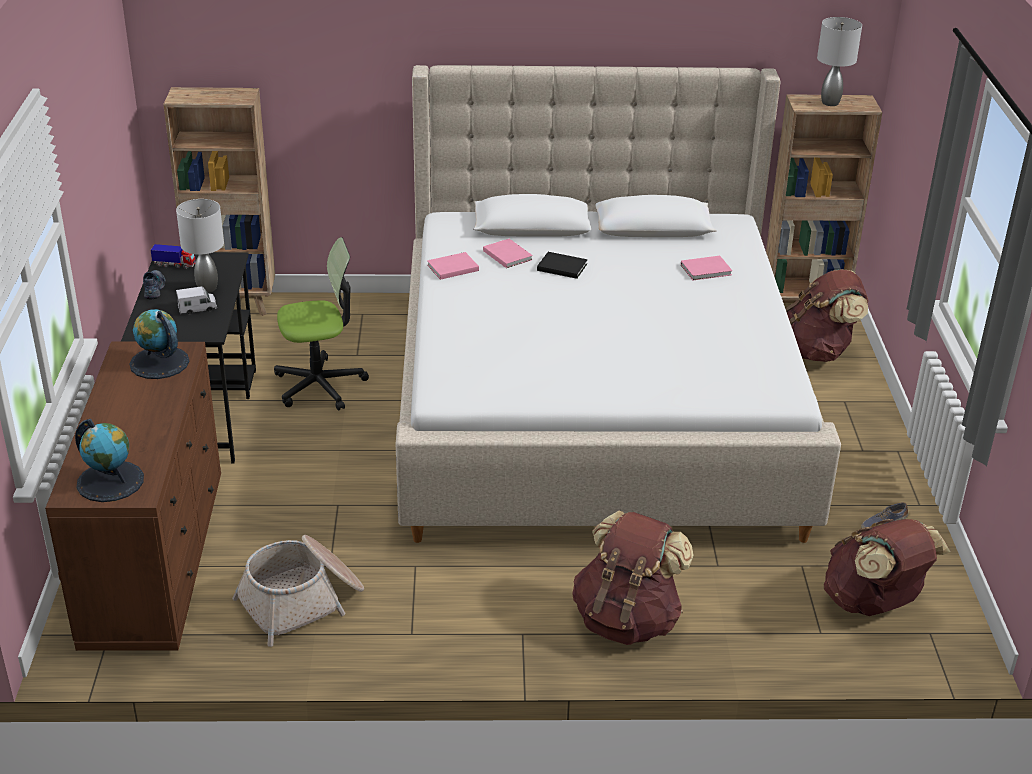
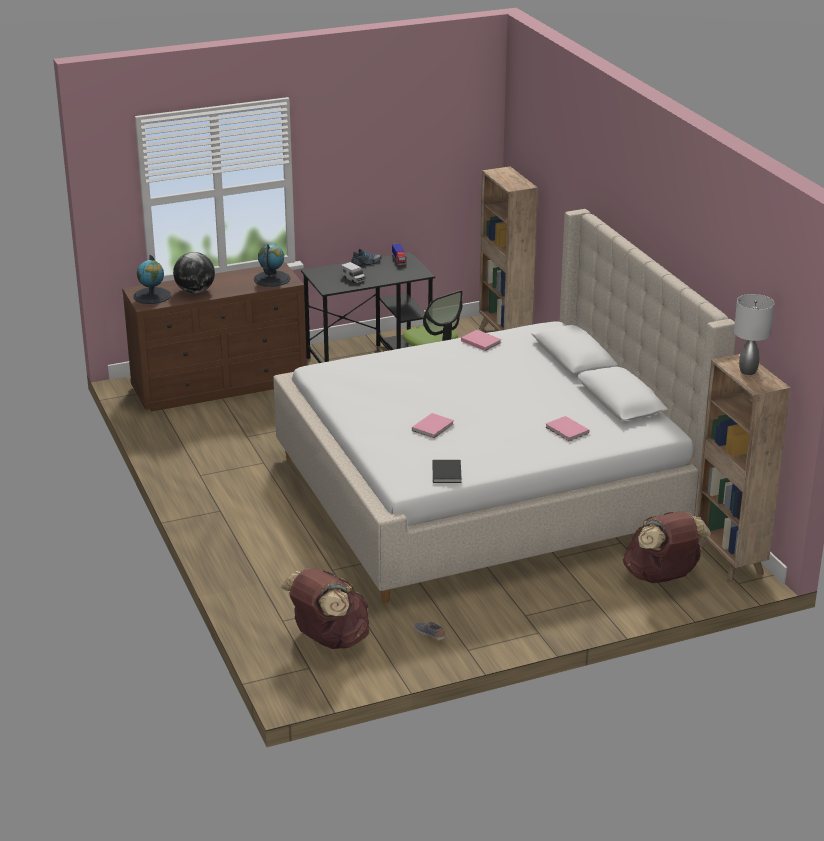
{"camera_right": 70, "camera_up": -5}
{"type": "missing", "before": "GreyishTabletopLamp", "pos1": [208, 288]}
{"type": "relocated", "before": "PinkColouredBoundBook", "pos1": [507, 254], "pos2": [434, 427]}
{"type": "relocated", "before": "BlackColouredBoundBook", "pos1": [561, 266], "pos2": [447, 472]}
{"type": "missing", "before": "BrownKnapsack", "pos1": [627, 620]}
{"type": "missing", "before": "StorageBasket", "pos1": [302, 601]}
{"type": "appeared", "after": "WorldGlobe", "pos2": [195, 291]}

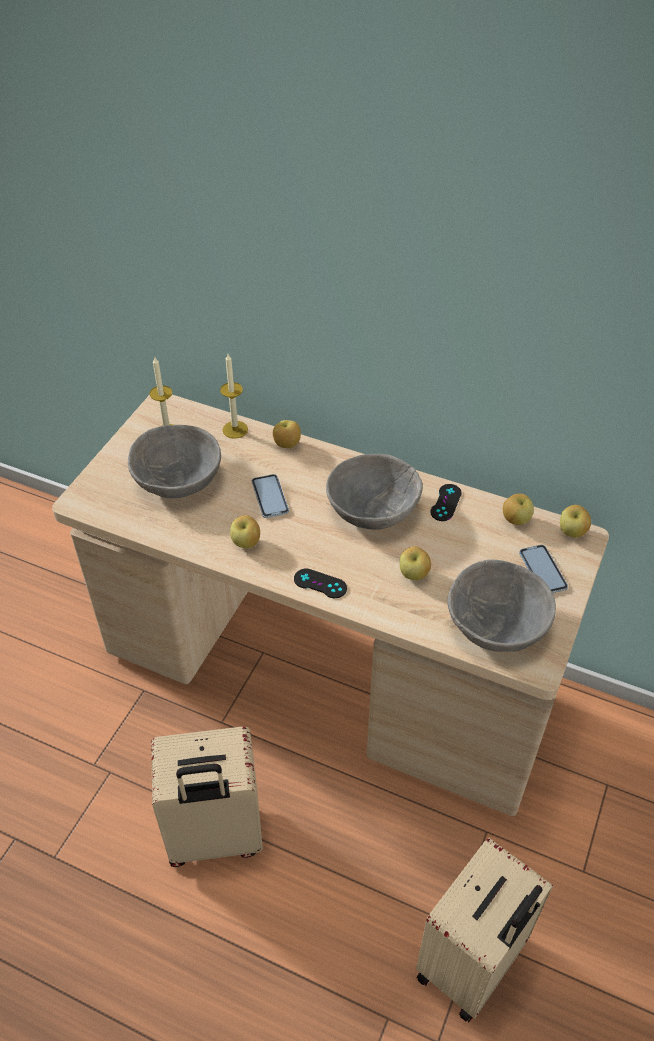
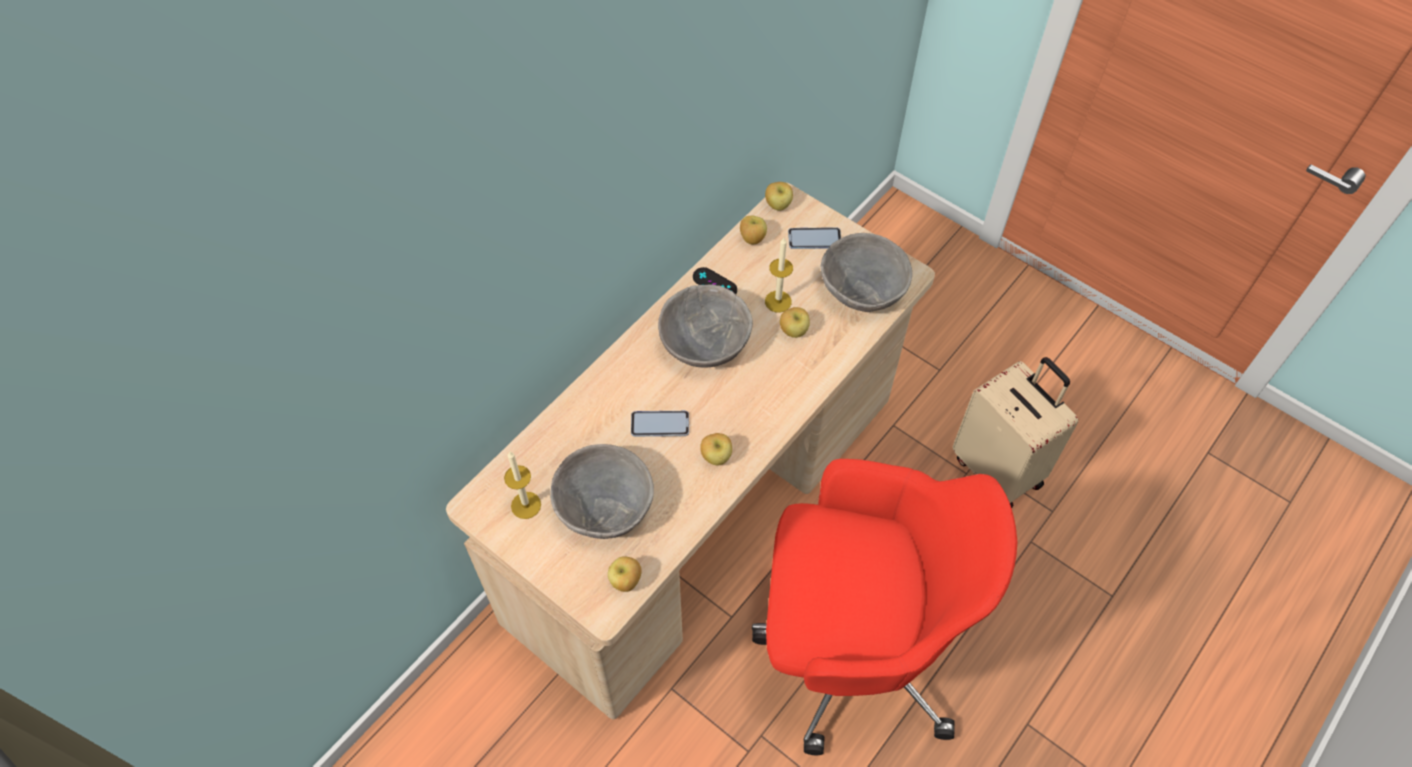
{"camera_right": -75, "camera_up": 10}
{"type": "relocated", "before": "WaxLight", "pos1": [235, 429], "pos2": [778, 301]}
{"type": "relocated", "before": "Apple", "pos1": [287, 445], "pos2": [626, 581]}
{"type": "missing", "before": "BlackColouredJoypad", "pos1": [320, 583]}
{"type": "exchanged", "before": "BeigePieceOfLuggage", "after": "RedComputerChair", "pos1": [214, 837], "pos2": [853, 645]}

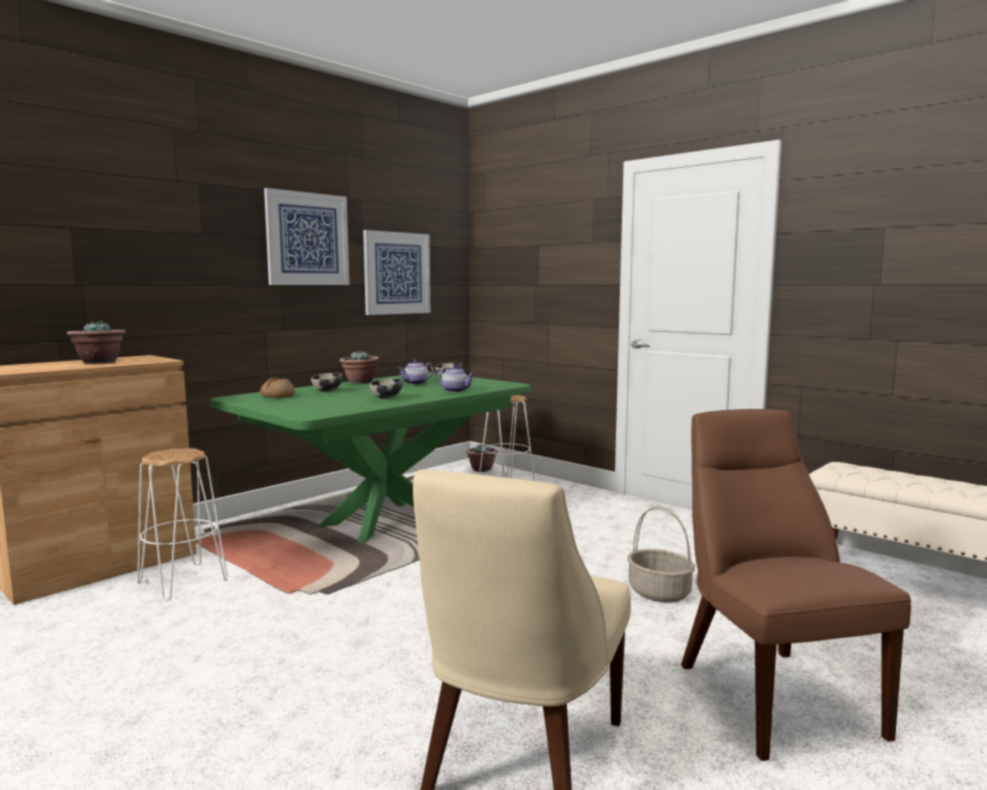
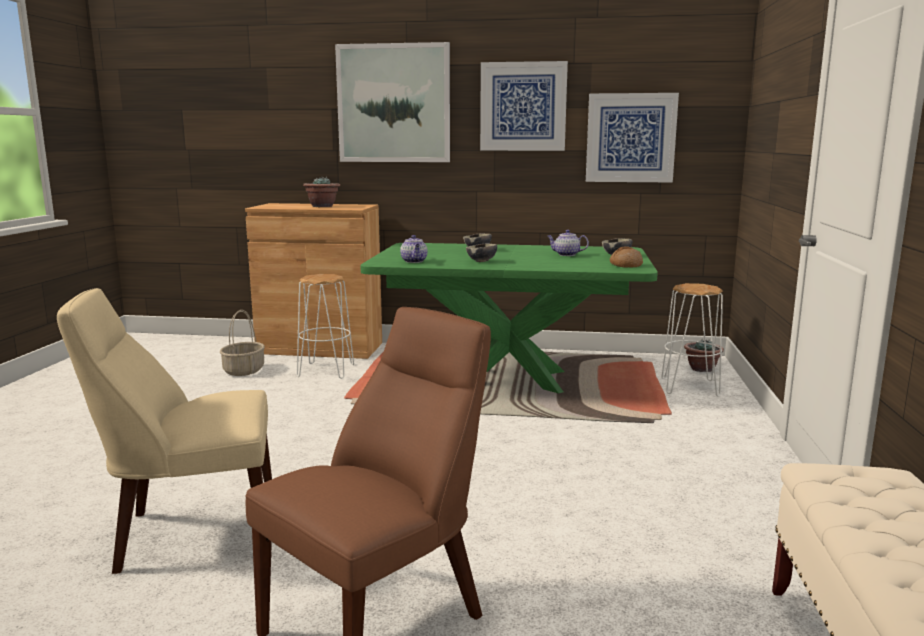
{"camera_right": 55, "camera_up": 5}
{"type": "missing", "before": "PottedPlant", "pos1": [360, 382]}
{"type": "relocated", "before": "PotForTea", "pos1": [455, 391], "pos2": [414, 261]}
{"type": "relocated", "before": "BakeryBread", "pos1": [277, 396], "pos2": [625, 265]}
{"type": "relocated", "before": "StorageBasket", "pos1": [660, 592], "pos2": [244, 371]}
{"type": "appeared", "after": "Picture", "pos2": [393, 103]}

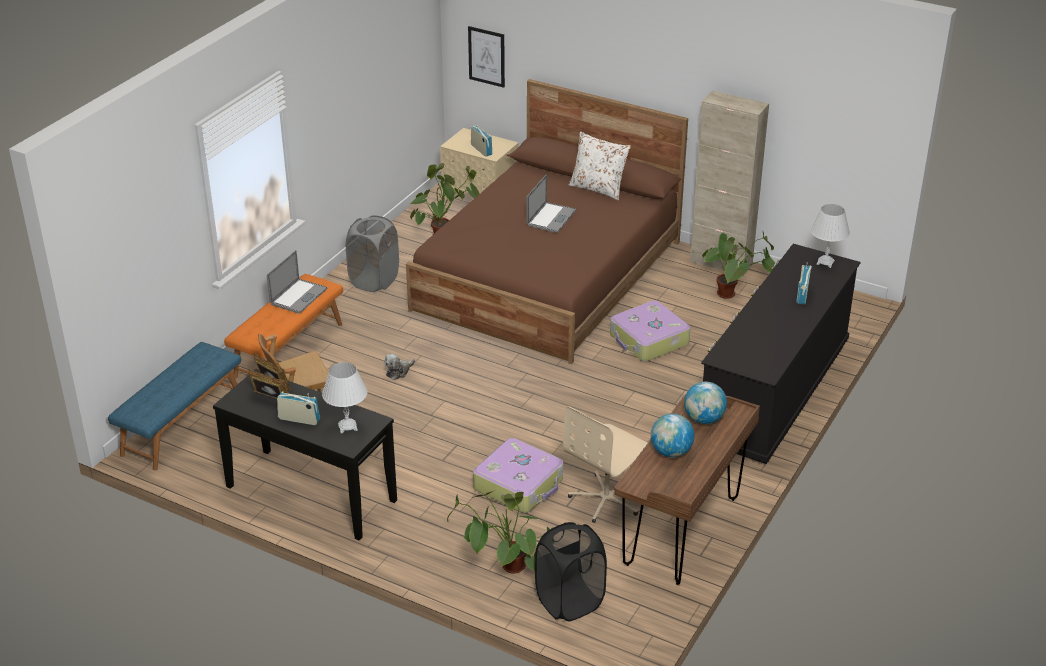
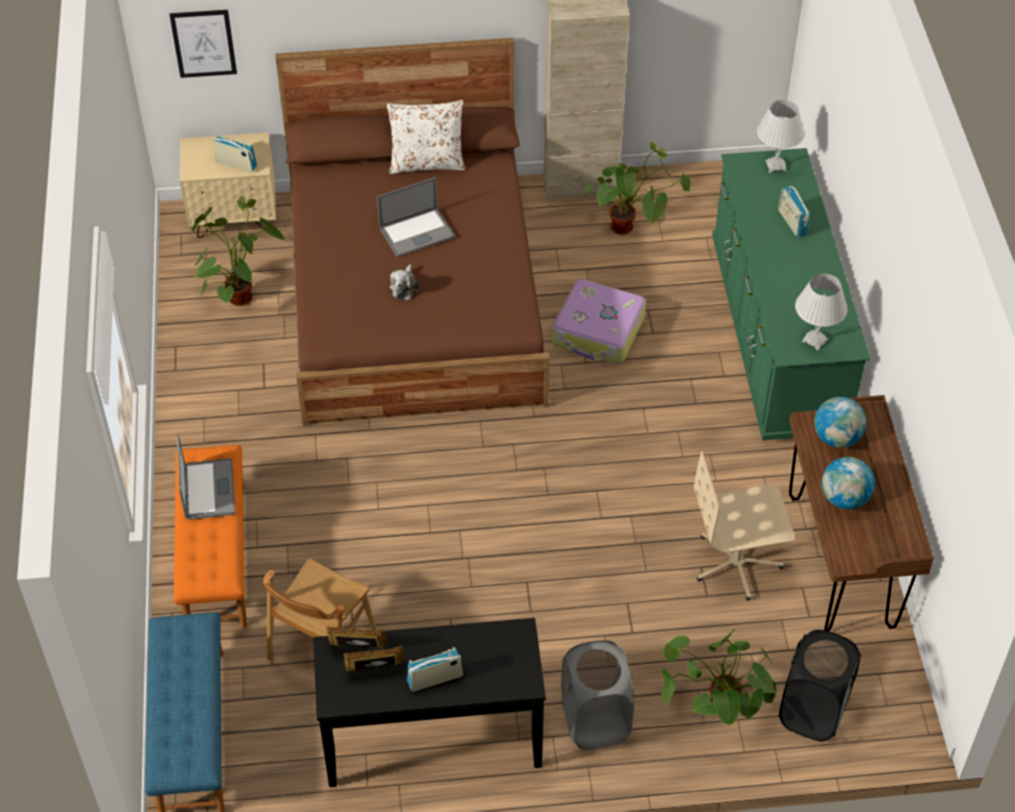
{"camera_right": -35, "camera_up": 15}
{"type": "spun", "before": "Laptop", "pos1": [551, 218], "pos2": [417, 233], "turn": 75}
{"type": "relocated", "before": "GreyishWashingBasket", "pos1": [374, 280], "pos2": [595, 721]}
{"type": "colour", "before": "BlackColouredDrawerChest", "after": "GreenDrawerChest", "pos1": [774, 392], "pos2": [777, 336]}
{"type": "relocated", "before": "SoftToy", "pos1": [398, 372], "pos2": [404, 287]}
{"type": "relocated", "before": "WhiteColouredTabletopLamp", "pos1": [347, 427], "pos2": [814, 340]}
{"type": "spun", "before": "BeigeComputerChair", "pos1": [607, 499], "pos2": [737, 563], "turn": 75}
{"type": "missing", "before": "PieceOfLuggage", "pos1": [519, 485]}

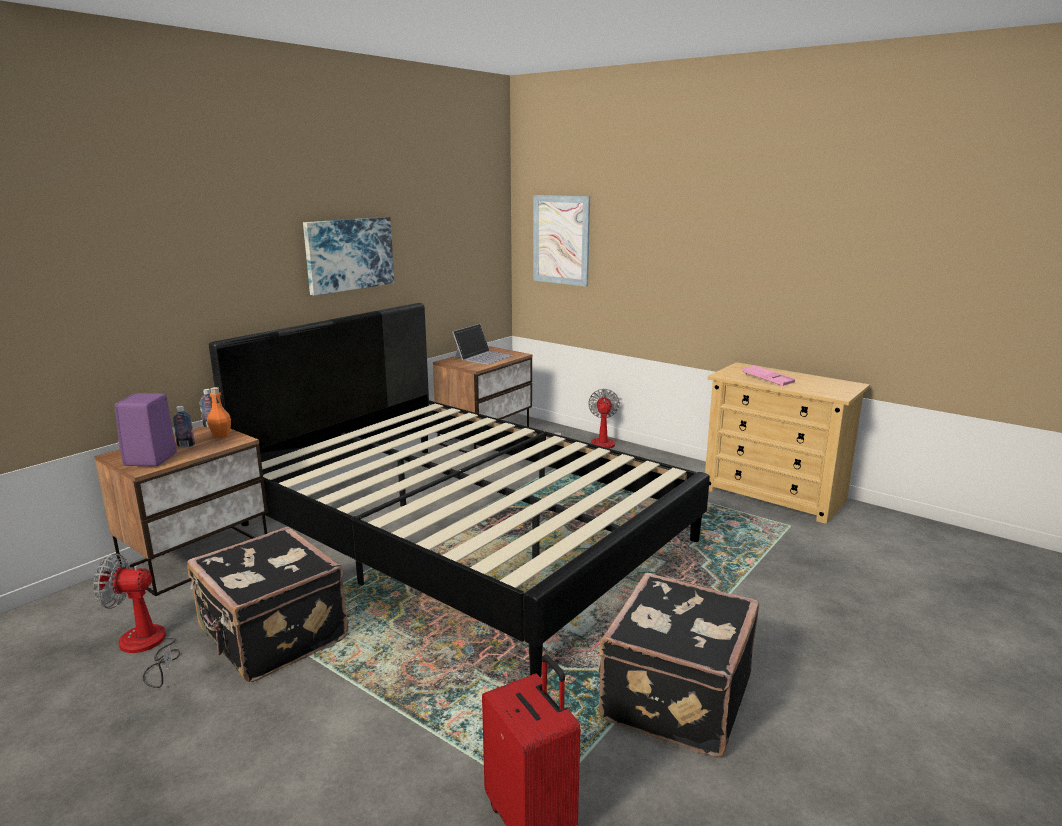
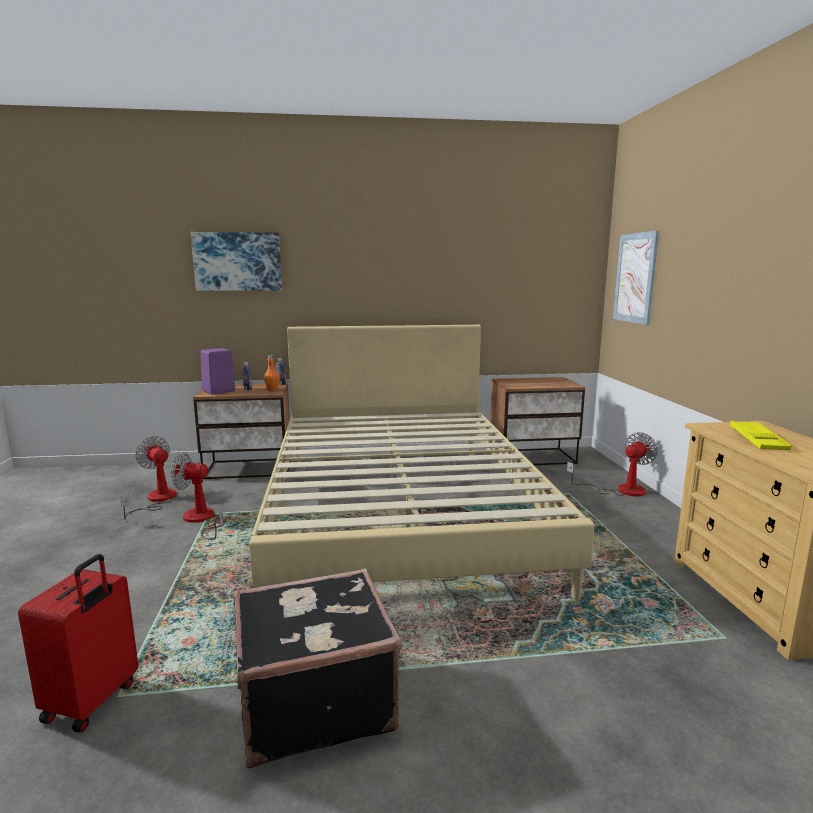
{"camera_right": 45, "camera_up": -5}
{"type": "relocated", "before": "Picture", "pos1": [349, 254], "pos2": [238, 261]}
{"type": "colour", "before": "BlackColouredBedroomBed", "after": "BeigeBedroomBed", "pos1": [464, 531], "pos2": [401, 510]}
{"type": "missing", "before": "Laptop", "pos1": [483, 356]}
{"type": "colour", "before": "PinkColouredCarryingTray", "after": "YellowCarryingTray", "pos1": [767, 379], "pos2": [758, 440]}
{"type": "exchanged", "before": "BlackColouredPieceOfLuggage", "after": "CoolingFan", "pos1": [271, 636], "pos2": [202, 520]}

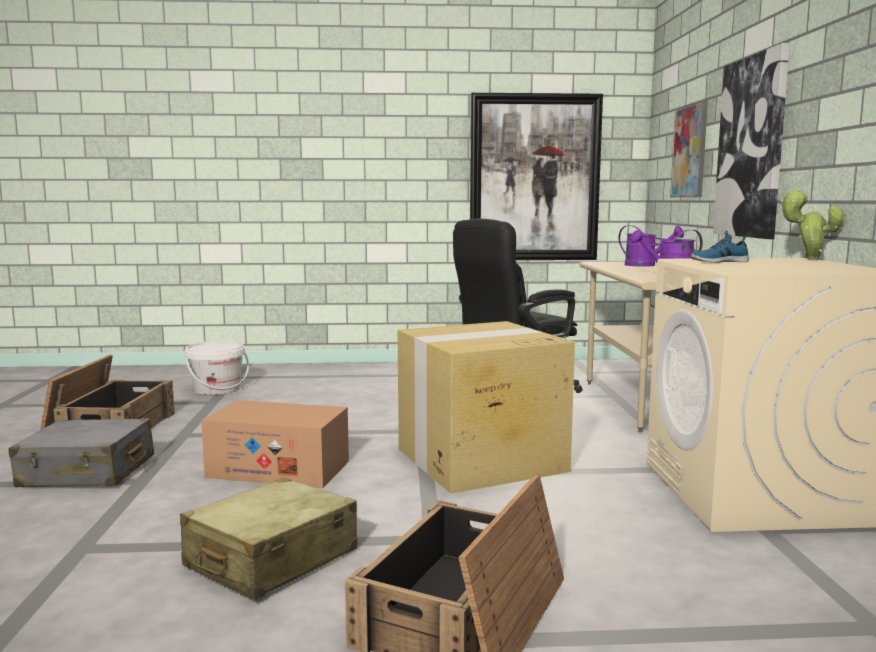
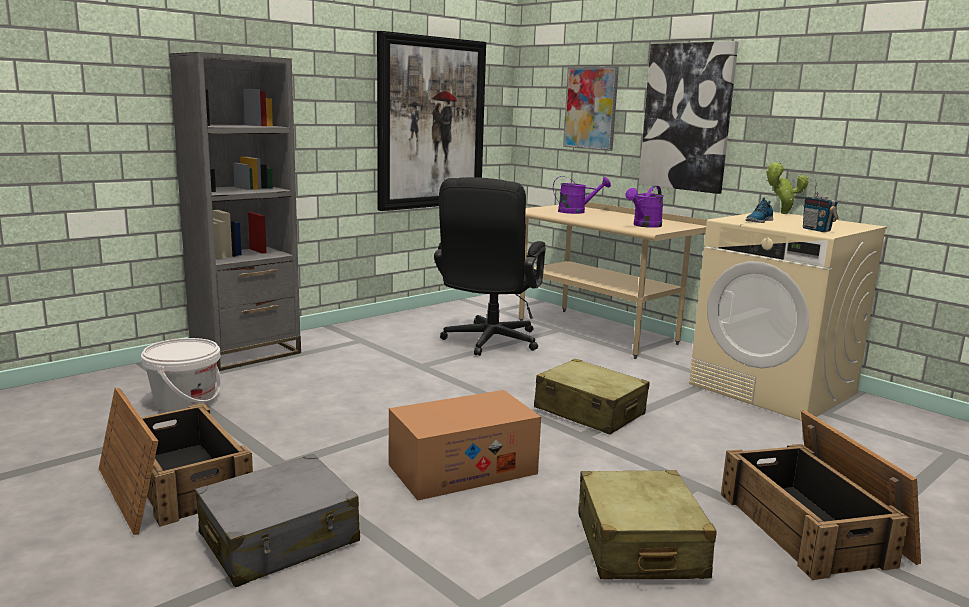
{"camera_right": -40, "camera_up": 5}
{"type": "exchanged", "before": "PackingBox", "after": "BeigePieceOfLuggage", "pos1": [479, 460], "pos2": [589, 412]}
{"type": "appeared", "after": "GreyishBookcase", "pos2": [246, 354]}
{"type": "appeared", "after": "RadioSet", "pos2": [816, 230]}

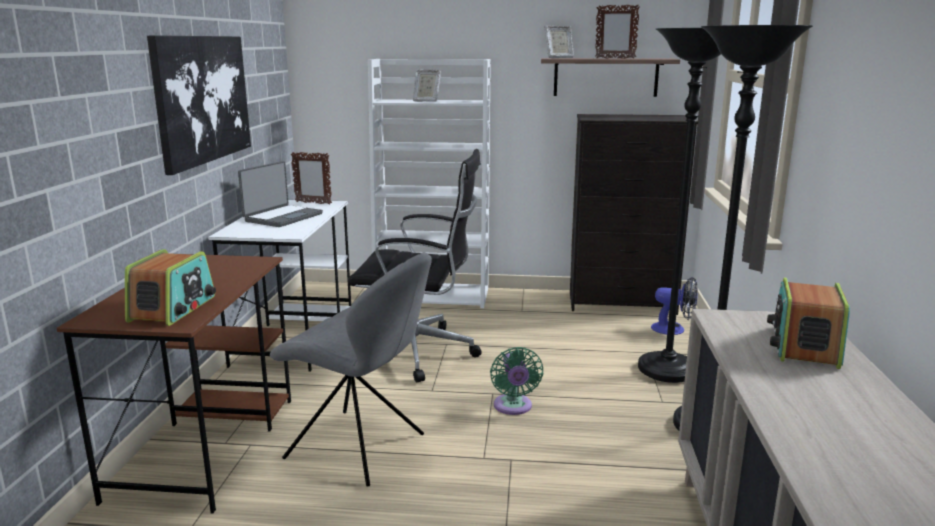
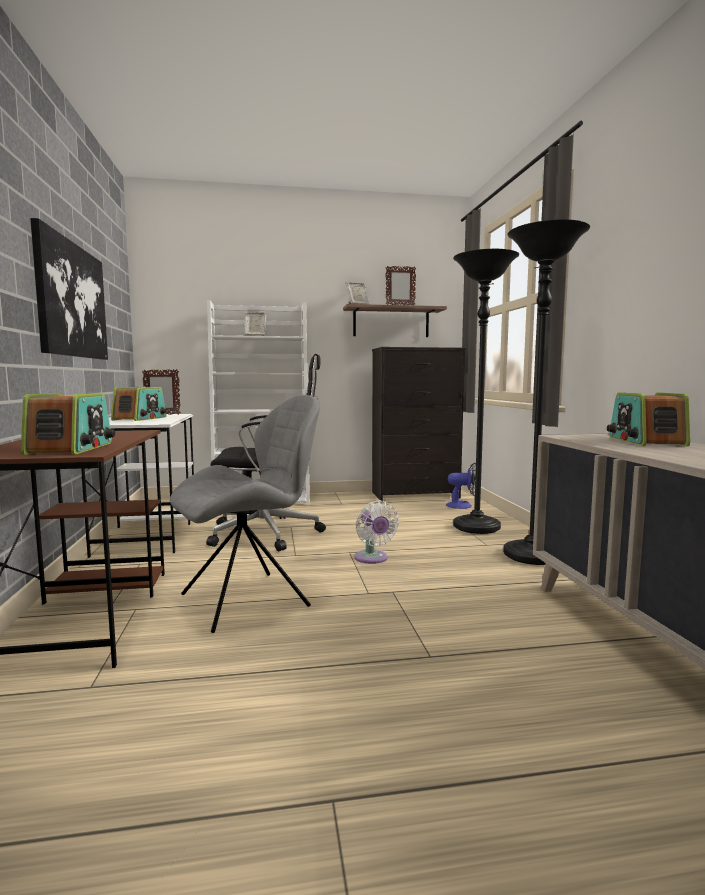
{"camera_right": -15, "camera_up": -10}
{"type": "exchanged", "before": "Laptop", "after": "RadioSet", "pos1": [282, 217], "pos2": [140, 418]}
{"type": "spun", "before": "GreyishPlainChair", "pos1": [359, 448], "pos2": [249, 599], "turn": -45}
{"type": "colour", "before": "GreenCoolingFan", "after": "WhiteColouredCoolingFan", "pos1": [513, 407], "pos2": [372, 559]}

